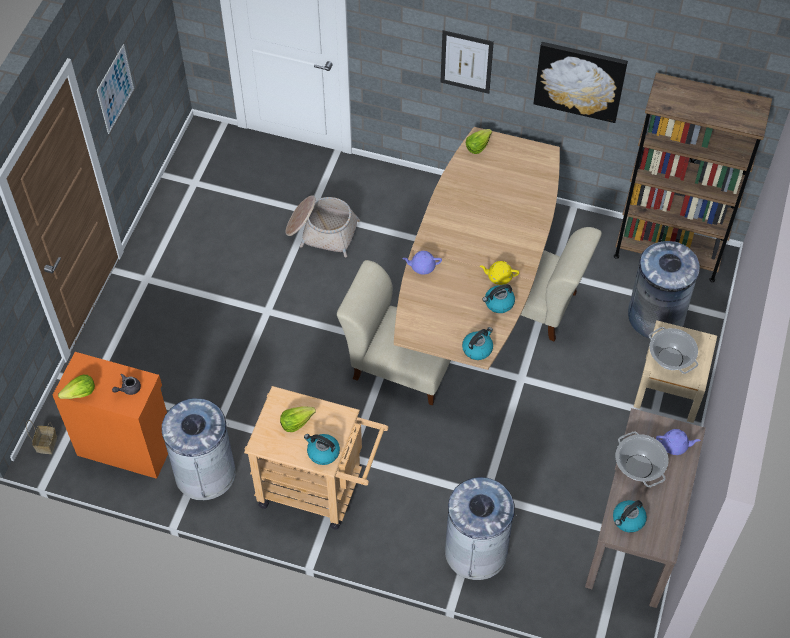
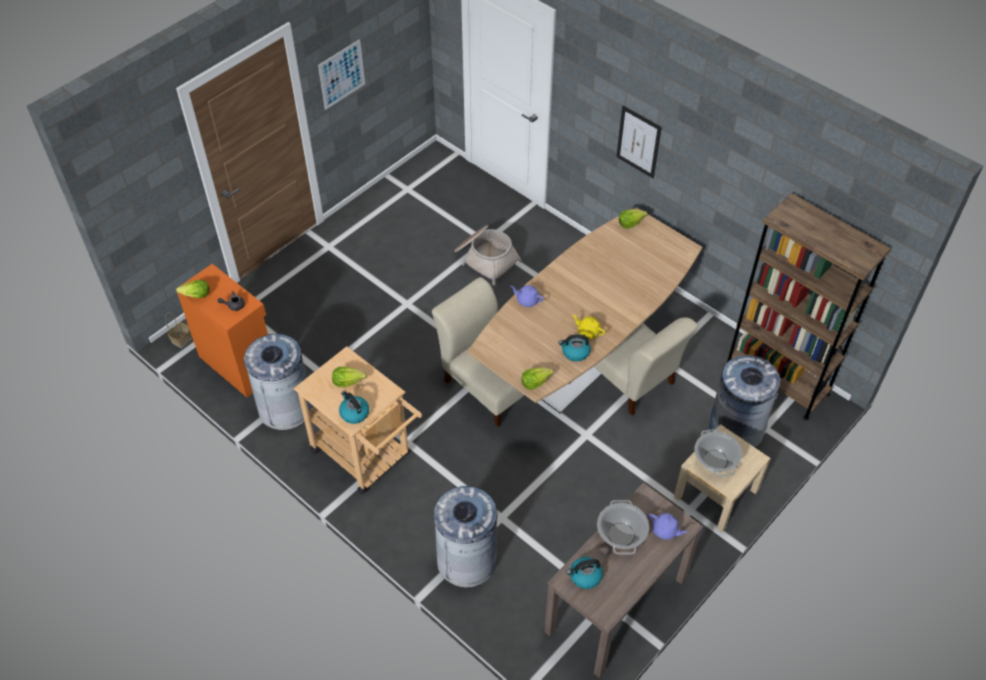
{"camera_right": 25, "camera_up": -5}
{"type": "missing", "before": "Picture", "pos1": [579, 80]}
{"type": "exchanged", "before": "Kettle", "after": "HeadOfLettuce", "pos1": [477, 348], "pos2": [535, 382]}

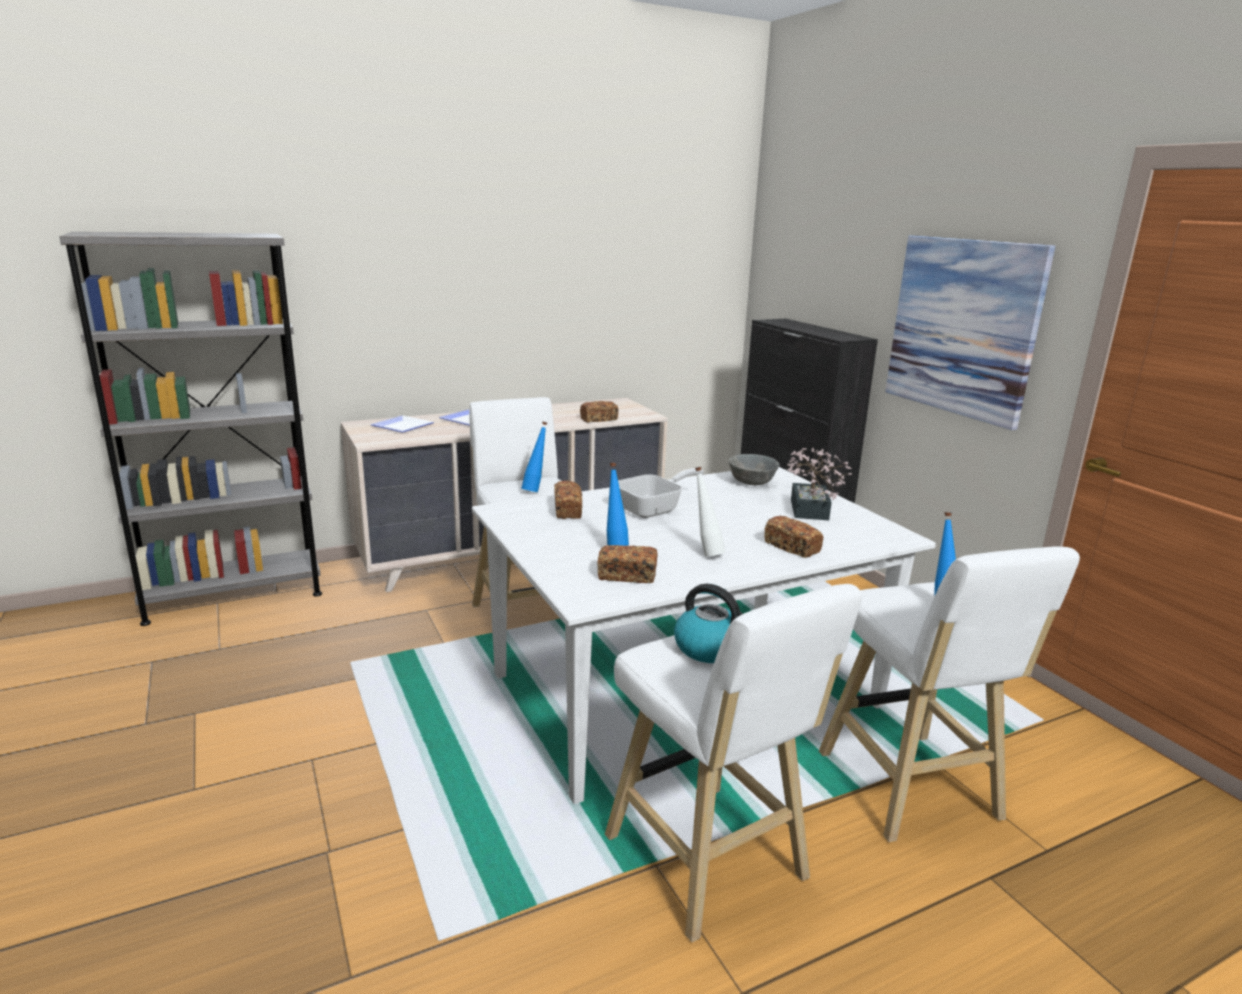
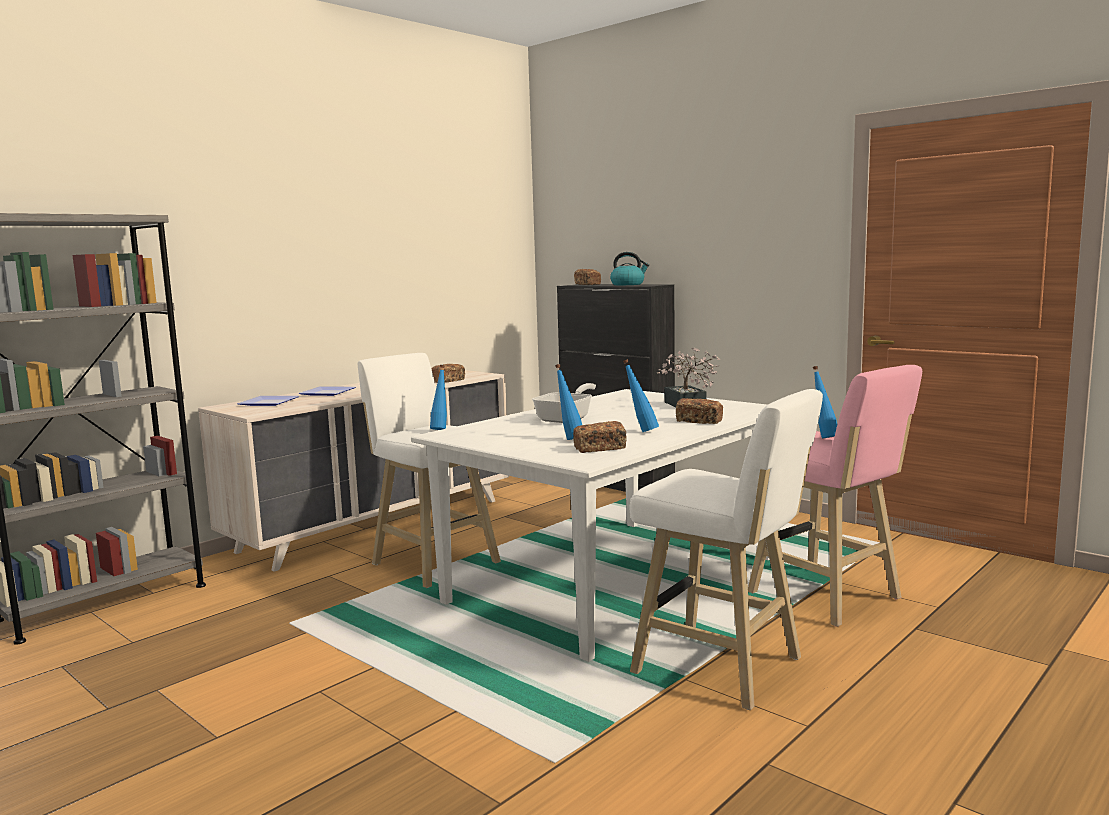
{"camera_right": -20, "camera_up": -10}
{"type": "missing", "before": "Picture", "pos1": [962, 327]}
{"type": "missing", "before": "GreyishServingBowl", "pos1": [752, 483]}
{"type": "colour", "before": "WhiteColouredDrinkBottle", "after": "BlueDrinkBottle", "pos1": [705, 552], "pos2": [641, 431]}
{"type": "relocated", "before": "BakeryBread", "pos1": [568, 510], "pos2": [587, 284]}
{"type": "colour", "before": "WhiteColouredStool", "after": "PinkColouredStool", "pos1": [911, 790], "pos2": [829, 598]}
{"type": "relocated", "before": "Kettle", "pos1": [711, 648], "pos2": [628, 284]}

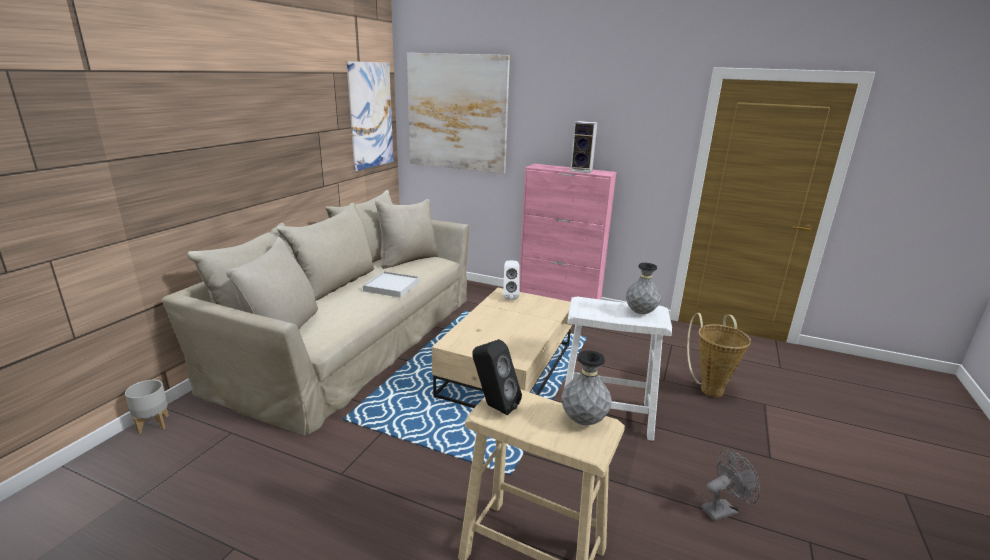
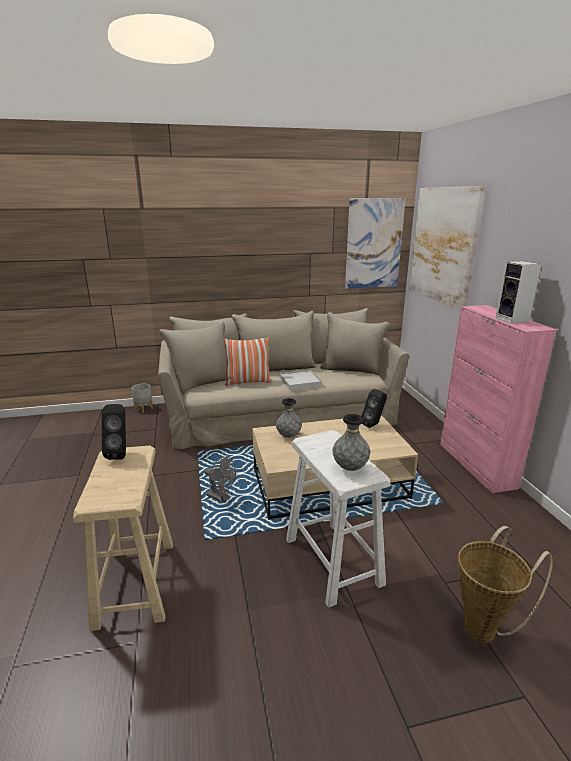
{"camera_right": 55, "camera_up": 0}
{"type": "colour", "before": "WhiteColouredLoudspeaker", "after": "BlackColouredLoudspeaker", "pos1": [510, 296], "pos2": [374, 424]}
{"type": "relocated", "before": "GreyishDecorativeVase", "pos1": [584, 421], "pos2": [288, 436]}
{"type": "relocated", "before": "GreyishCoolingFan", "pos1": [723, 509], "pos2": [221, 497]}
{"type": "appeared", "after": "Pillow", "pos2": [248, 382]}

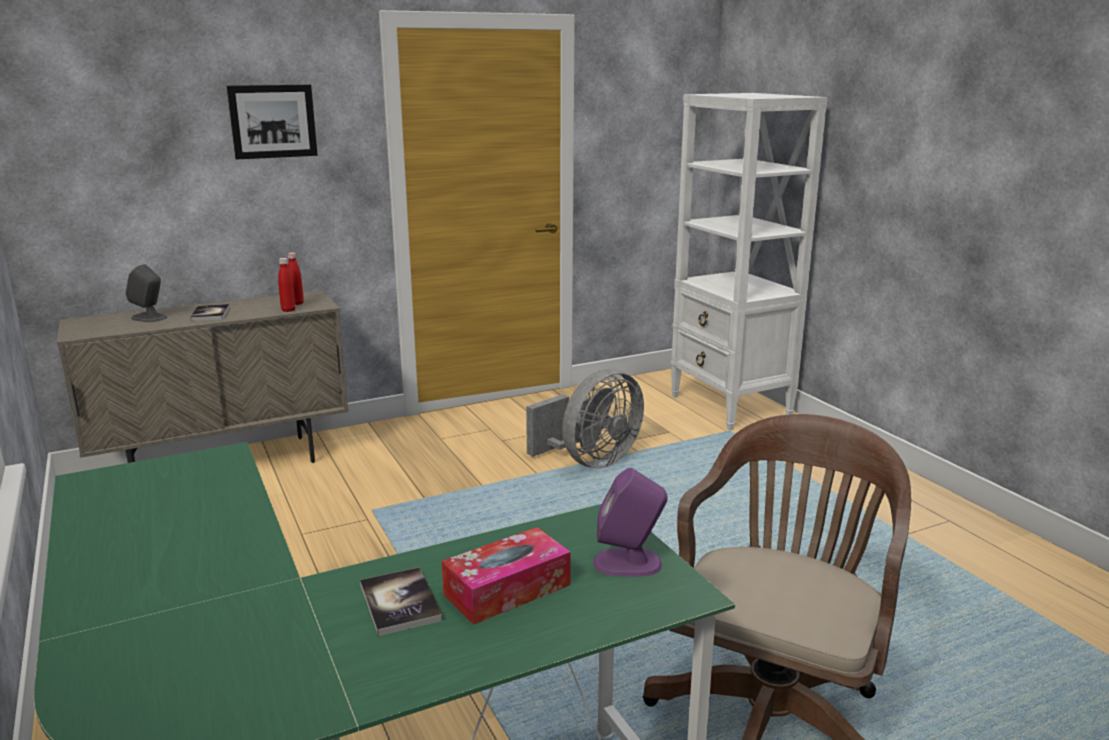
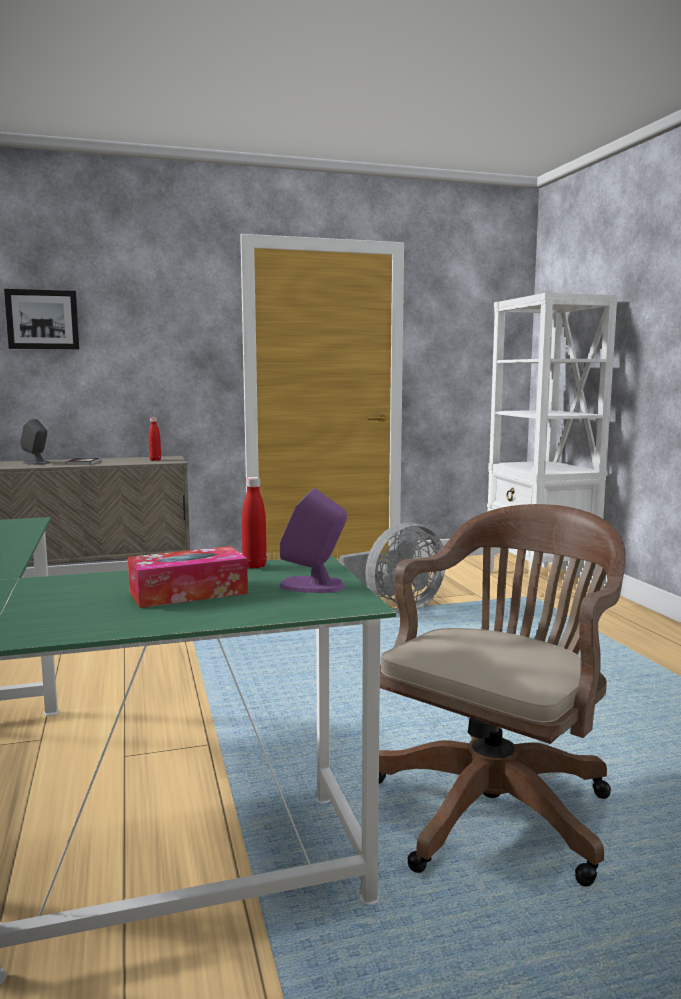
{"camera_right": 10, "camera_up": -10}
{"type": "relocated", "before": "Picture", "pos1": [272, 121], "pos2": [42, 319]}
{"type": "relocated", "before": "RedDrinkBottle", "pos1": [288, 310], "pos2": [254, 566]}
{"type": "missing", "before": "BoundBook", "pos1": [400, 603]}

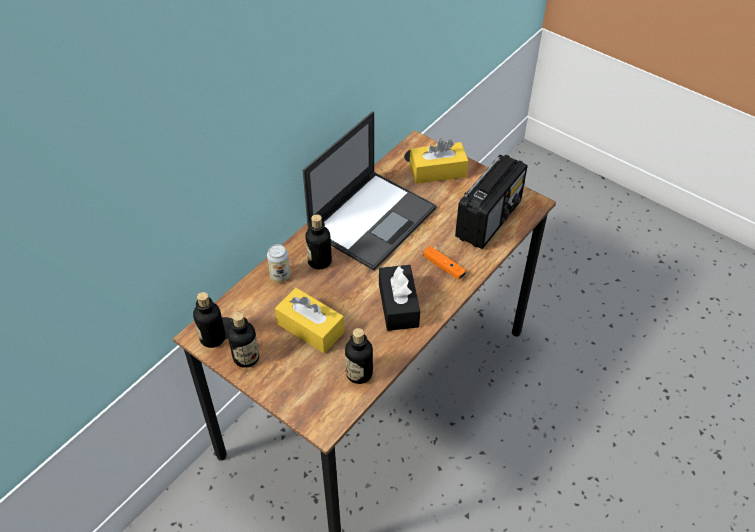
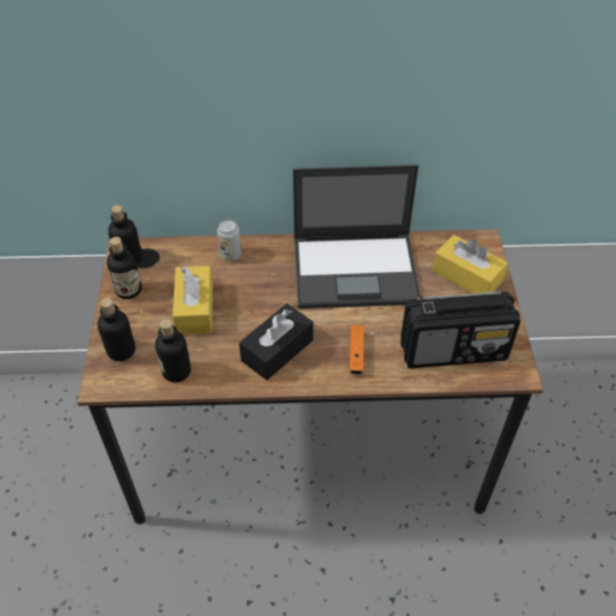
{"camera_right": 50, "camera_up": 0}
{"type": "relocated", "before": "DrinkBottle", "pos1": [319, 261], "pos2": [121, 351]}

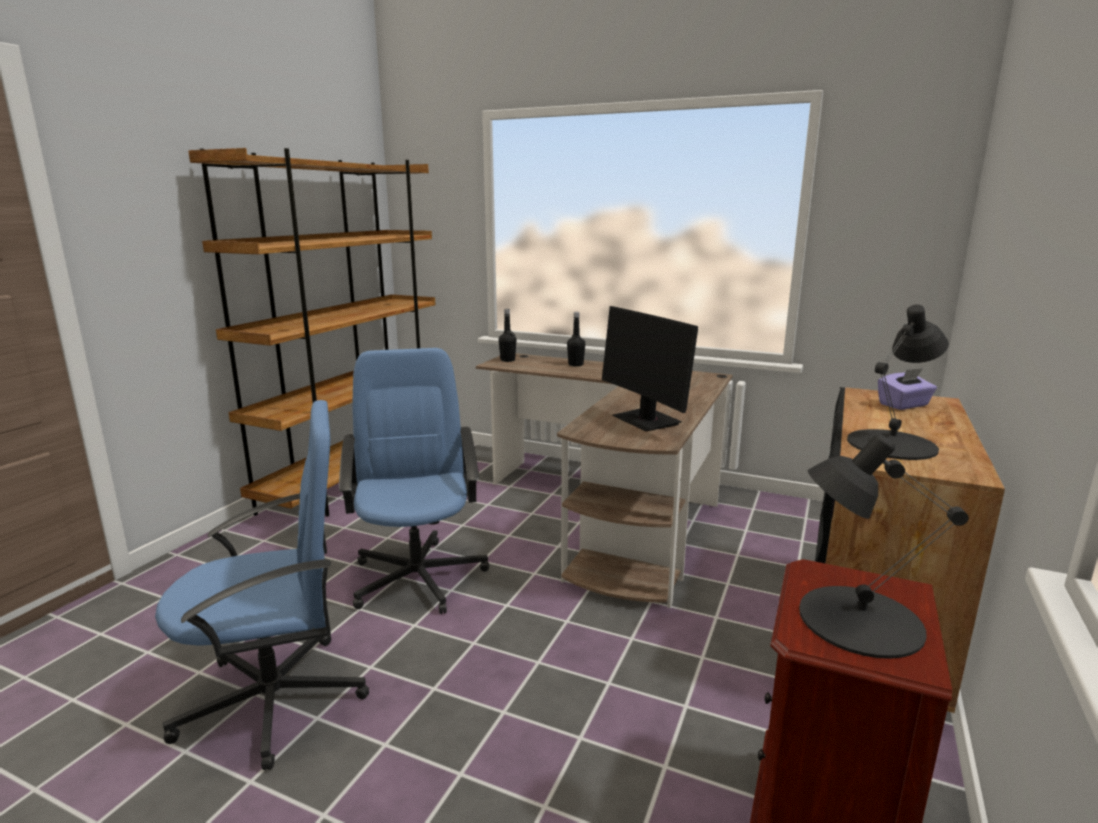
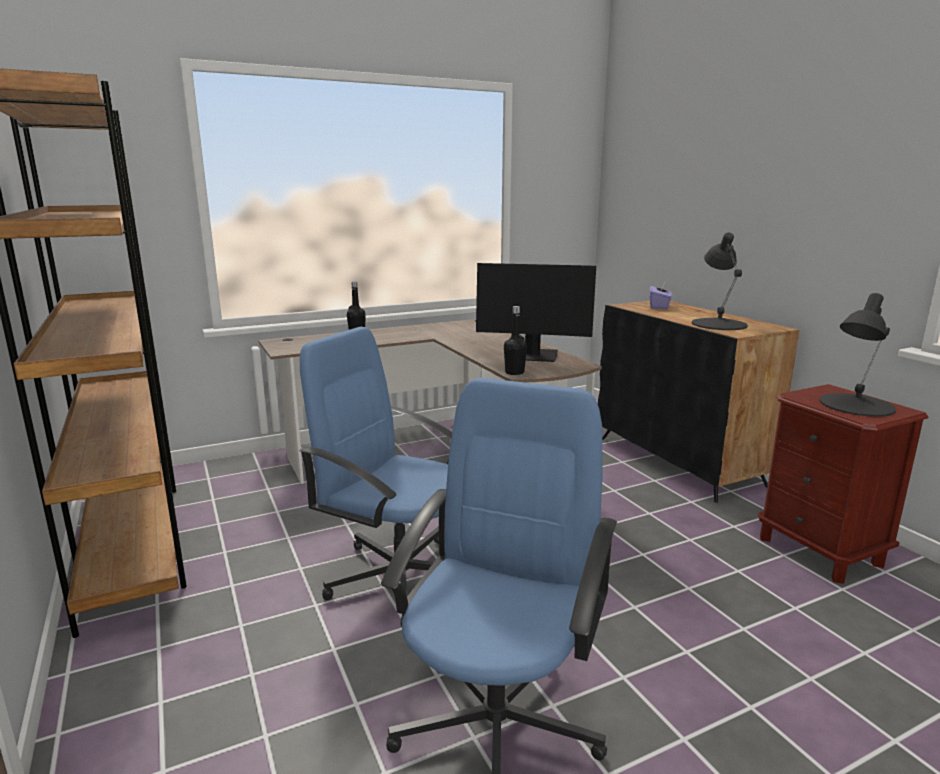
{"camera_right": -50, "camera_up": 0}
{"type": "relocated", "before": "BlackColouredDrinkBottle", "pos1": [507, 360], "pos2": [514, 372]}

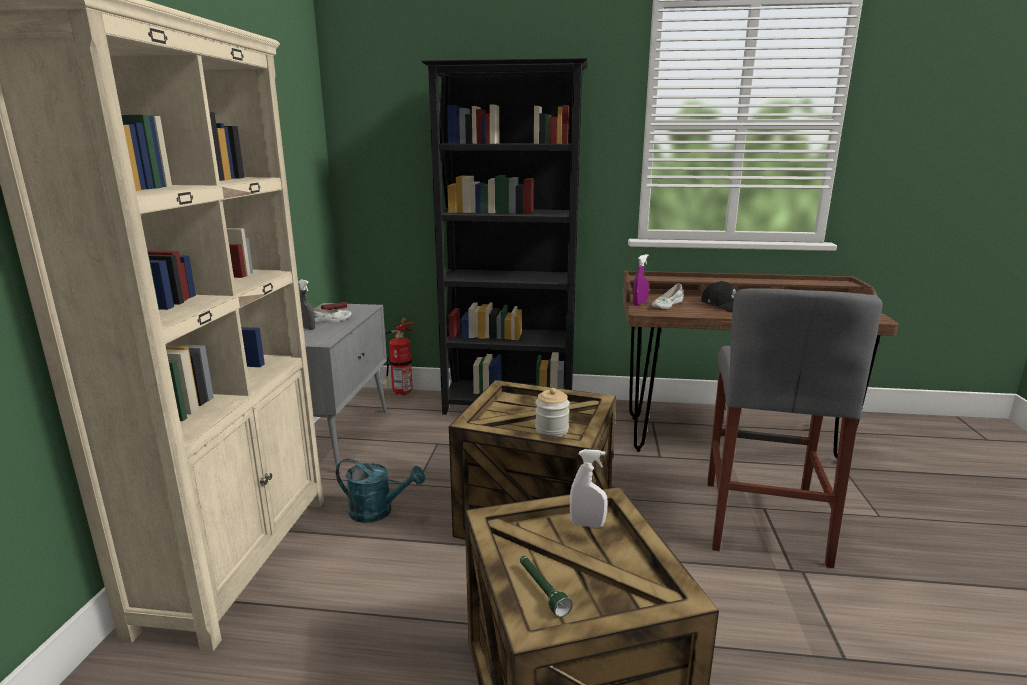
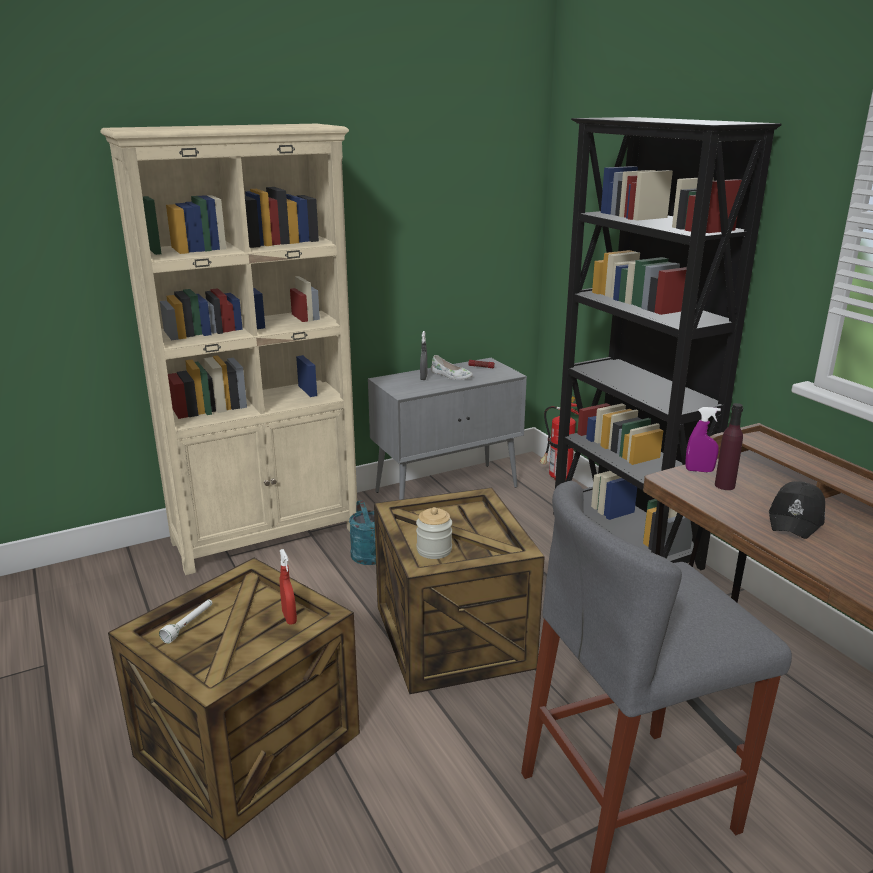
{"camera_right": 55, "camera_up": 5}
{"type": "exchanged", "before": "WhiteColouredItemOfFootwear", "after": "PurplishDrinkBottle", "pos1": [666, 305], "pos2": [724, 485]}
{"type": "colour", "before": "WhiteColouredHandSprayer", "after": "RedHandSprayer", "pos1": [587, 524], "pos2": [289, 617]}
{"type": "colour", "before": "GreenTorch", "after": "WhiteColouredTorch", "pos1": [542, 590], "pos2": [189, 625]}

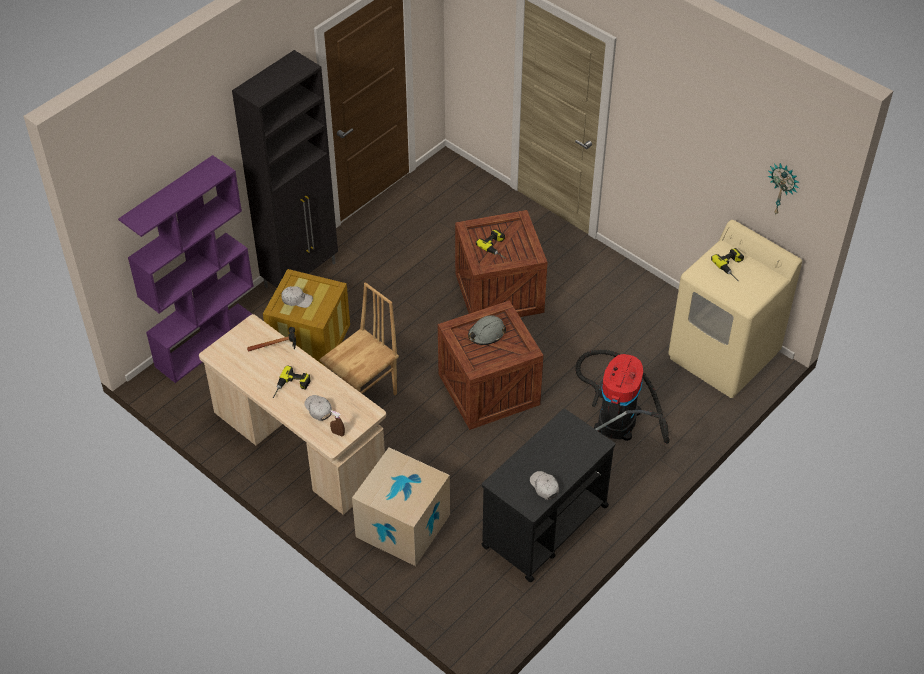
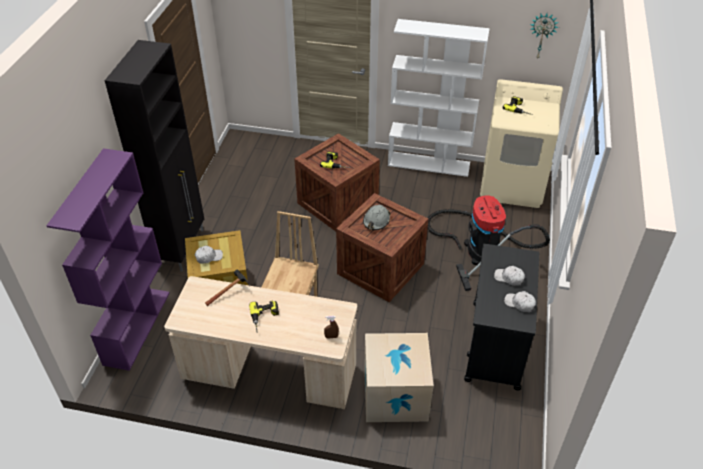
{"camera_right": -30, "camera_up": -5}
{"type": "relocated", "before": "WhiteColouredPeakedCap", "pos1": [318, 409], "pos2": [509, 278]}
{"type": "appeared", "after": "WhiteColouredBookcase", "pos2": [429, 164]}

